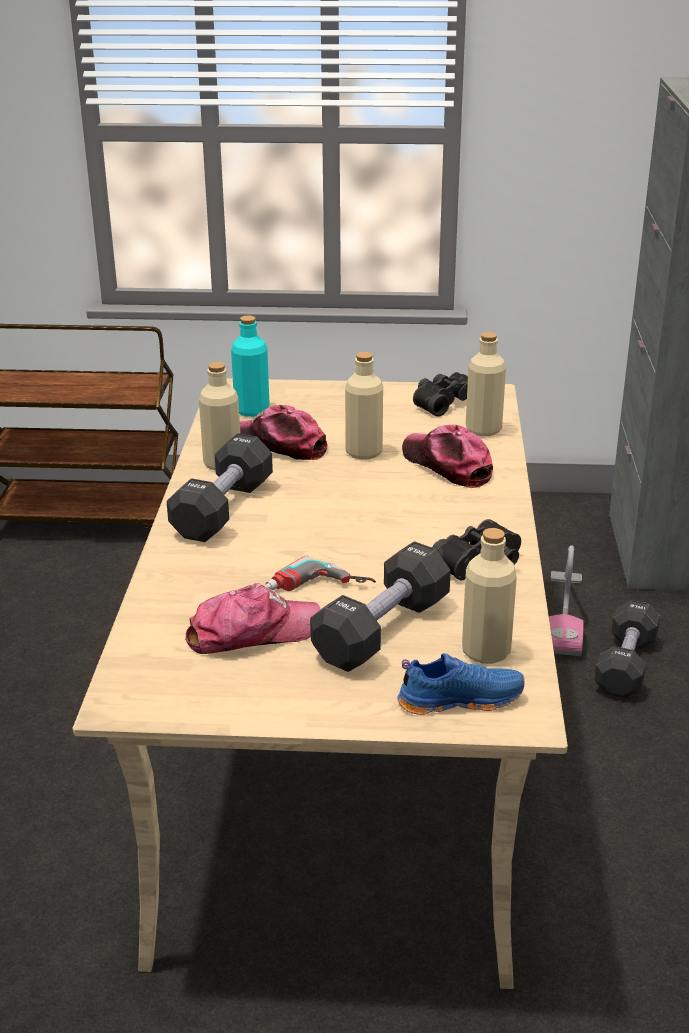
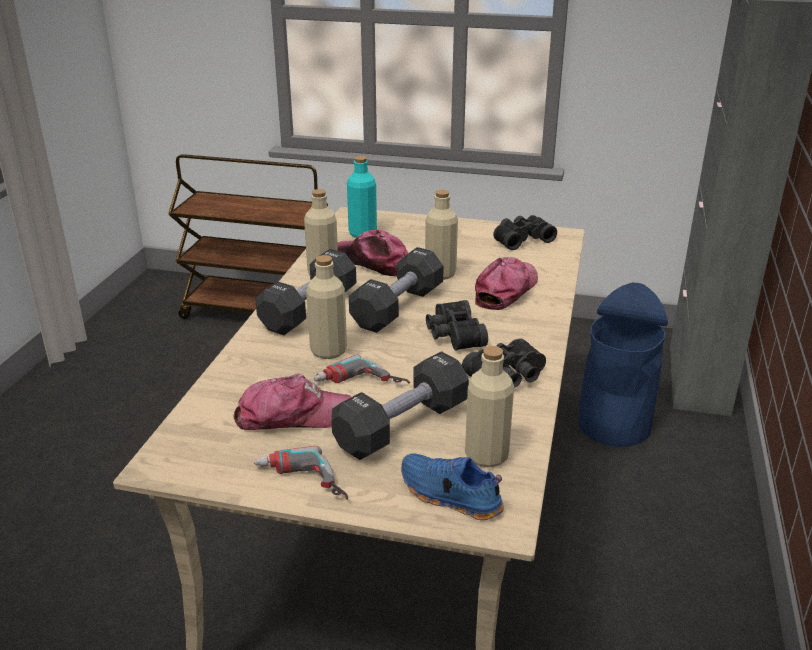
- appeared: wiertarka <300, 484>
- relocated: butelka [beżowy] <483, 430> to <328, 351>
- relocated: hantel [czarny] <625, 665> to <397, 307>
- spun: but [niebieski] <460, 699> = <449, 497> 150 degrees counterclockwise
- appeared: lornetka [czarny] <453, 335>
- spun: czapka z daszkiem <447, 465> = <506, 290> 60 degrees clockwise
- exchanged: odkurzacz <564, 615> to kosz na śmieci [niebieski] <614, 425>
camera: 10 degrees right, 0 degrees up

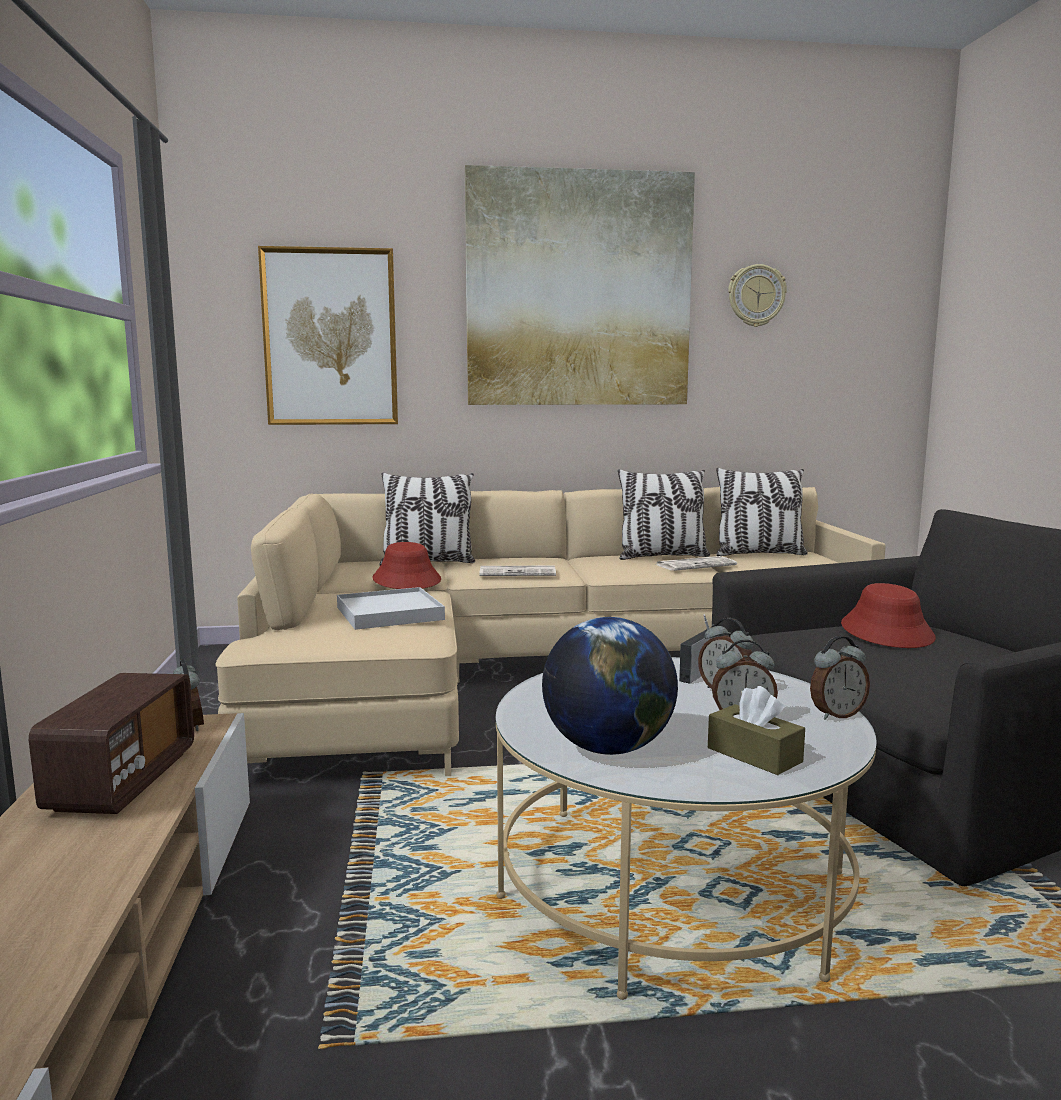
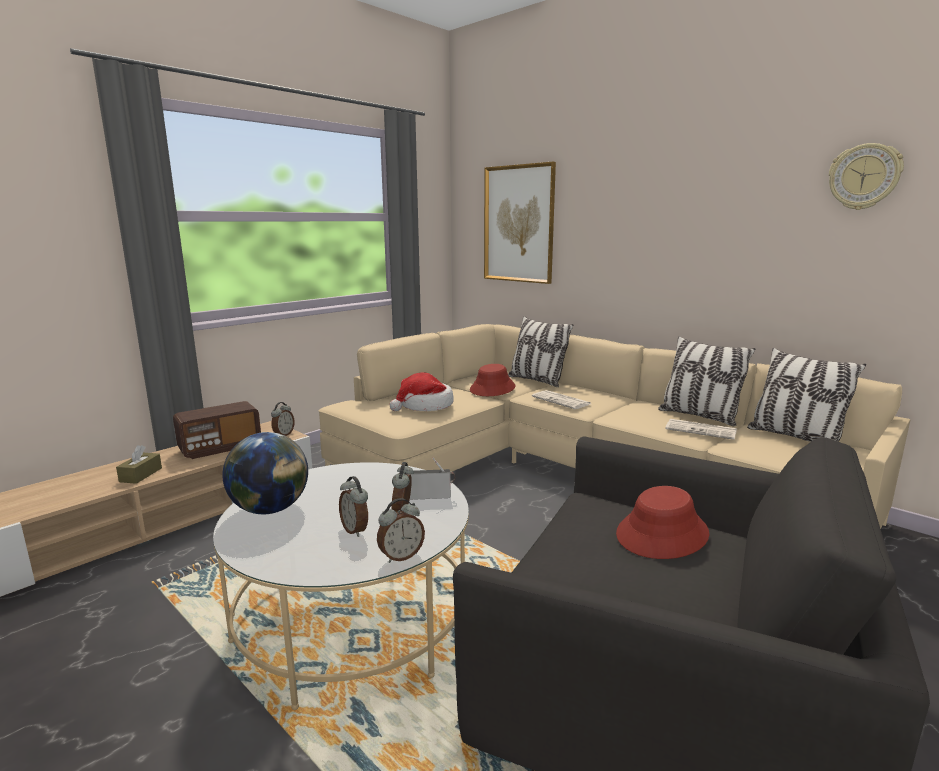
- relocated: pudełko chusteczek [brązowy] <754, 755> to <141, 475>
- spun: budzik <836, 715> = <401, 556> 60 degrees counterclockwise
- exchanged: taca [biały] <390, 613> to kapelusz <425, 406>
- missing: obraz <578, 290>
camera: 50 degrees right, 5 degrees up

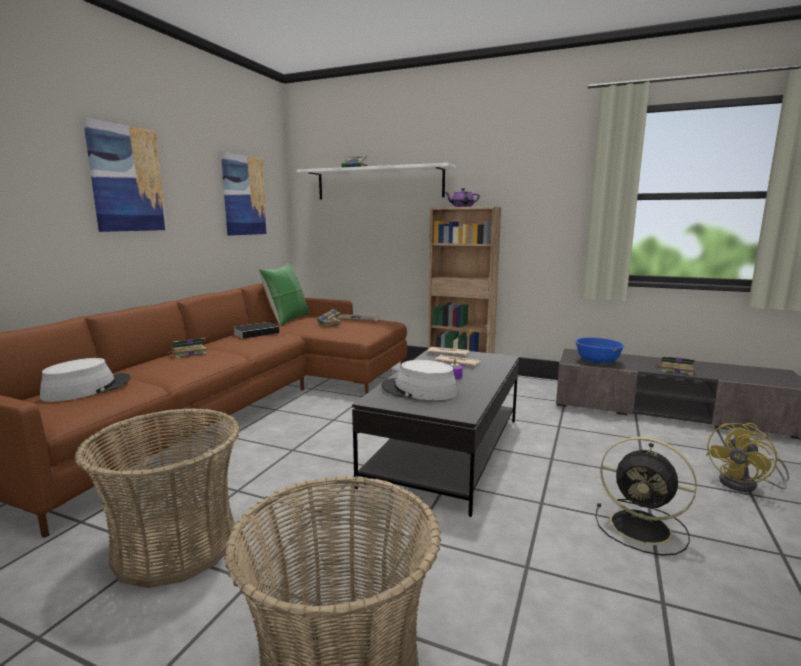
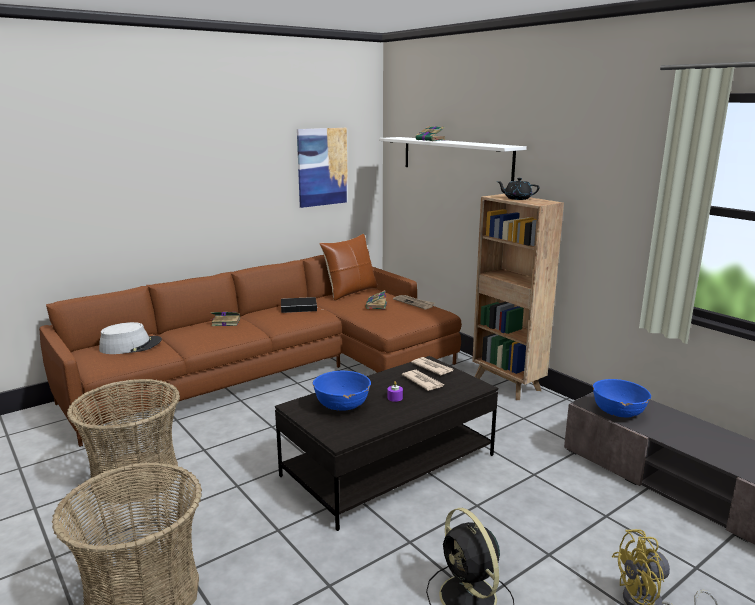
- exchanged: kapelusz [szary] <419, 390> to miska [niebieski] <342, 405>
- colour: poduszka [zielony] <287, 319> to poduszka [brązowy] <350, 292>
- colour: imbryk [fioletowy] <462, 206> to imbryk [czarny] <517, 198>
- missing: obraz <127, 179>
- missing: książka <675, 370>
camera: 30 degrees right, 5 degrees up

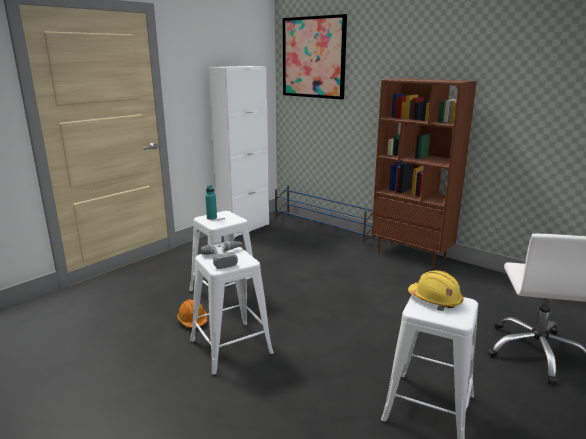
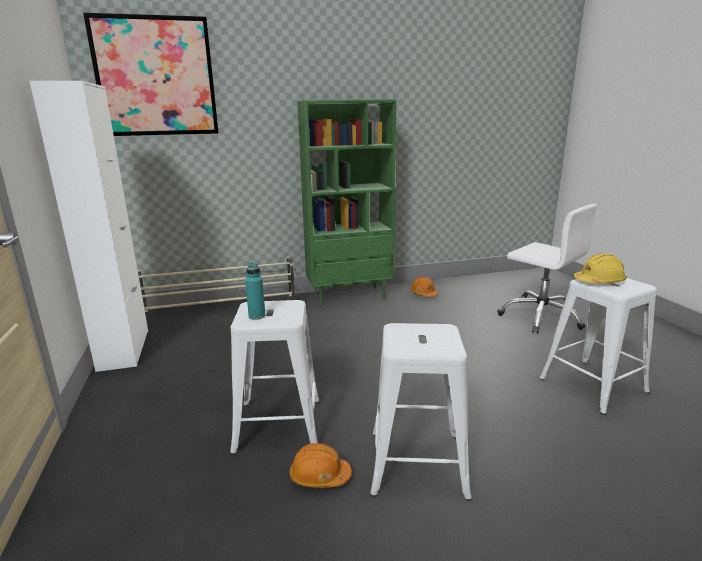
- colour: regał na buty [niebieski] <322, 228> to regał na buty [beżowy] <221, 308>
- colour: regał [brązowy] <412, 256> to regał [zielony] <349, 295>
- appeared: kask [pomarańczowy] <423, 294>
- missing: wiertarka <227, 258>
camera: 55 degrees left, 0 degrees up

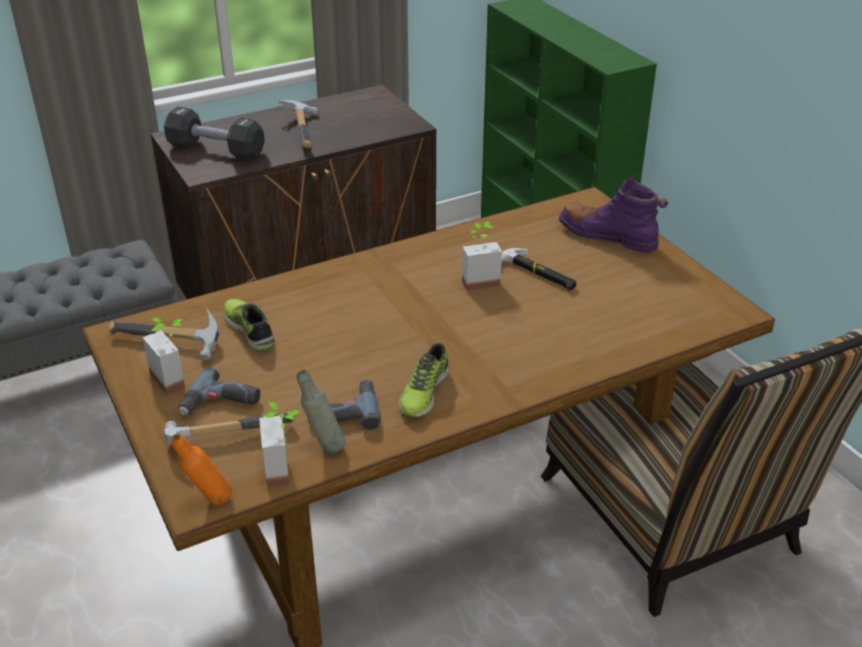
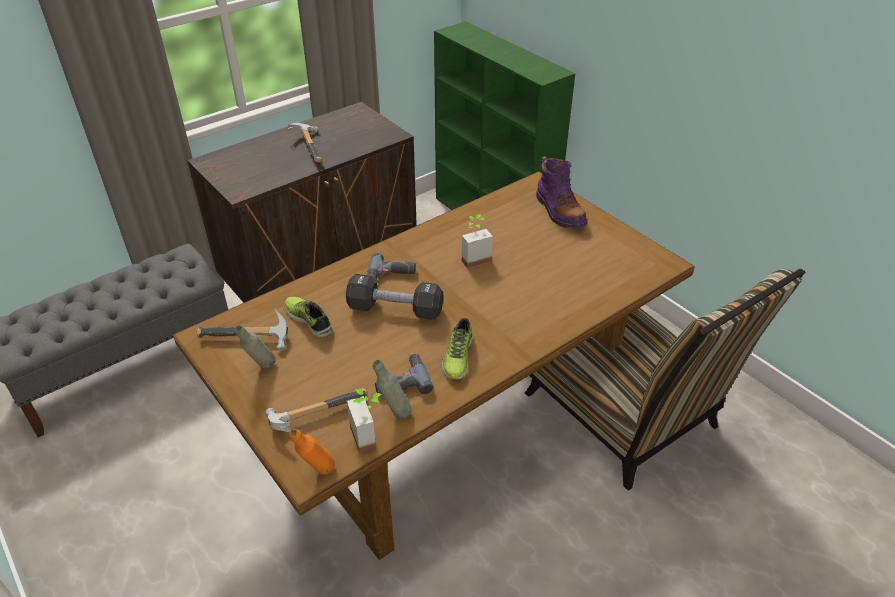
- exchanged: roślina doniczkowa <175, 377> to butelka [szary] <261, 369>
- relocated: hantel [czarny] <216, 150> to <395, 309>
- relocated: wiertarka <221, 404> to <390, 276>
- spun: but z cholewką [fioletowy] <608, 236> = <559, 211> 135 degrees counterclockwise
- missing: młotek <536, 274>
camera: 10 degrees left, 5 degrees up

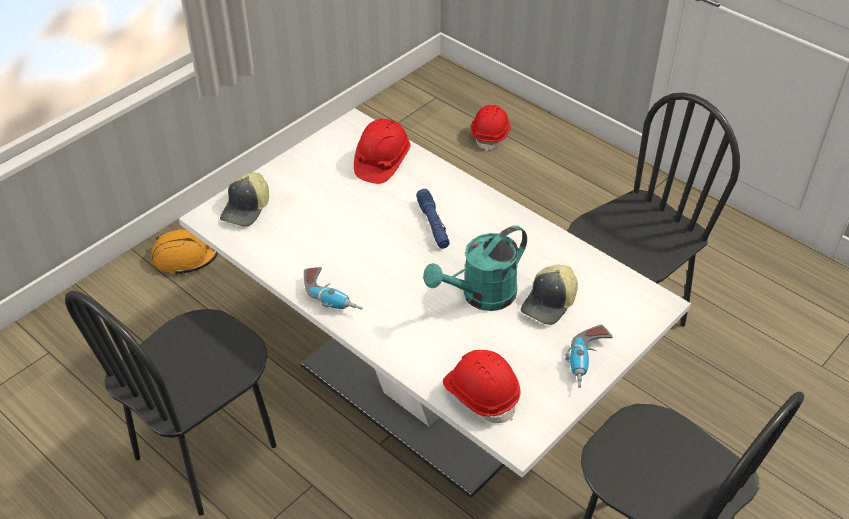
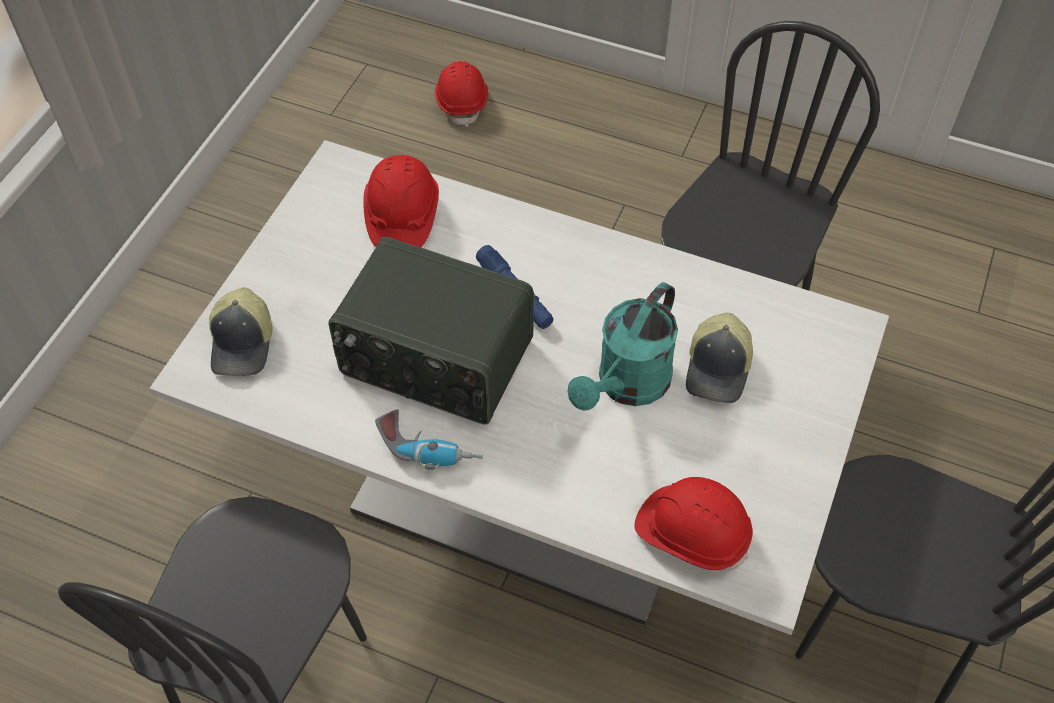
- appeared: radio <435, 359>
- missing: kask [pomarańczowy] <185, 258>
- missing: wiertarka <588, 362>
camera: 20 degrees left, 10 degrees up

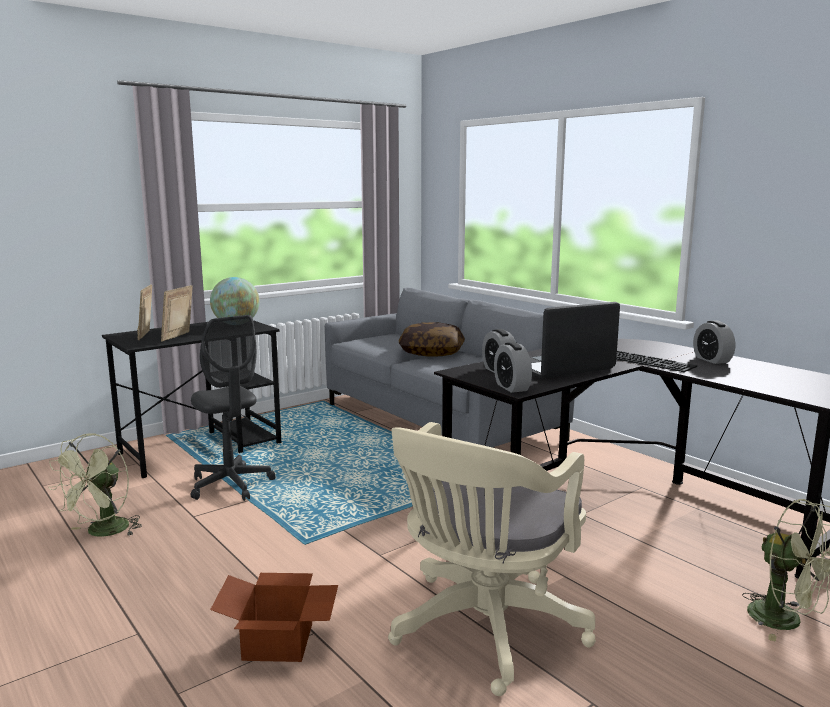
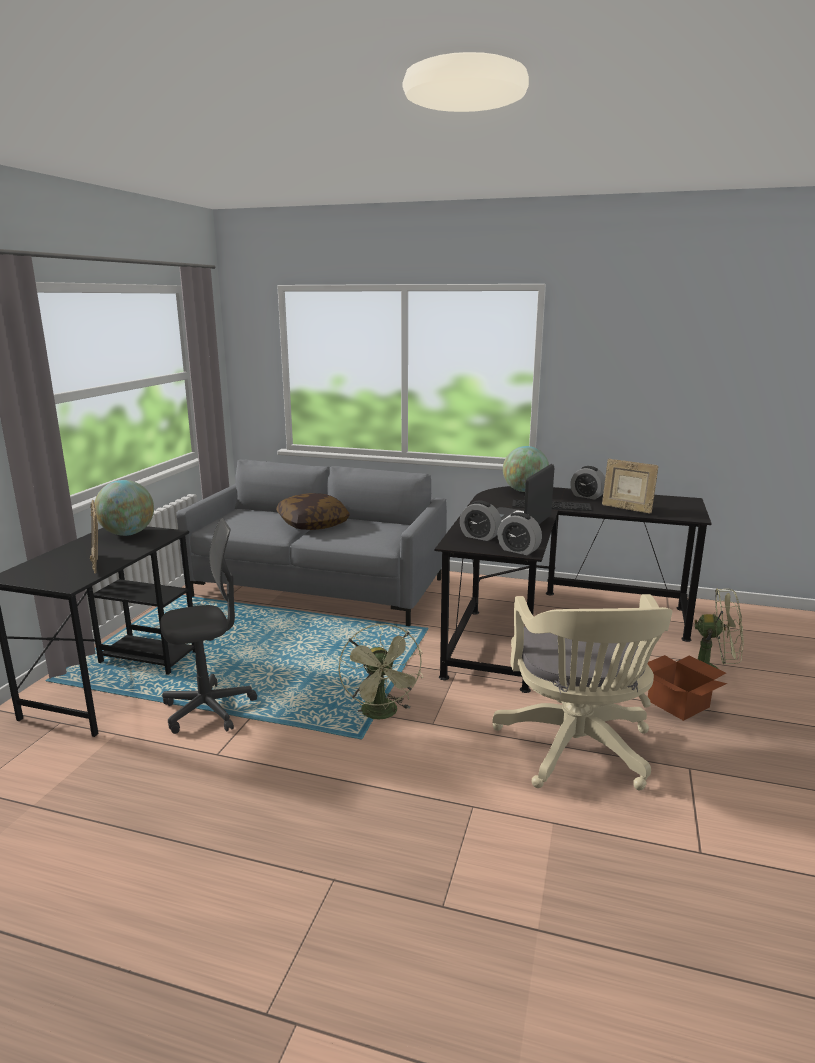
- spun: krzesło biurowe [szary] <231, 485> = <208, 710> 45 degrees counterclockwise
- relocated: wentylator [zielony] <103, 533> to <382, 714>
- appeared: globus <524, 491>
- relocated: ramka na zdjęcie <147, 336> to <626, 509>
- relocated: karton <280, 642> to <679, 704>
camera: 35 degrees left, 5 degrees up

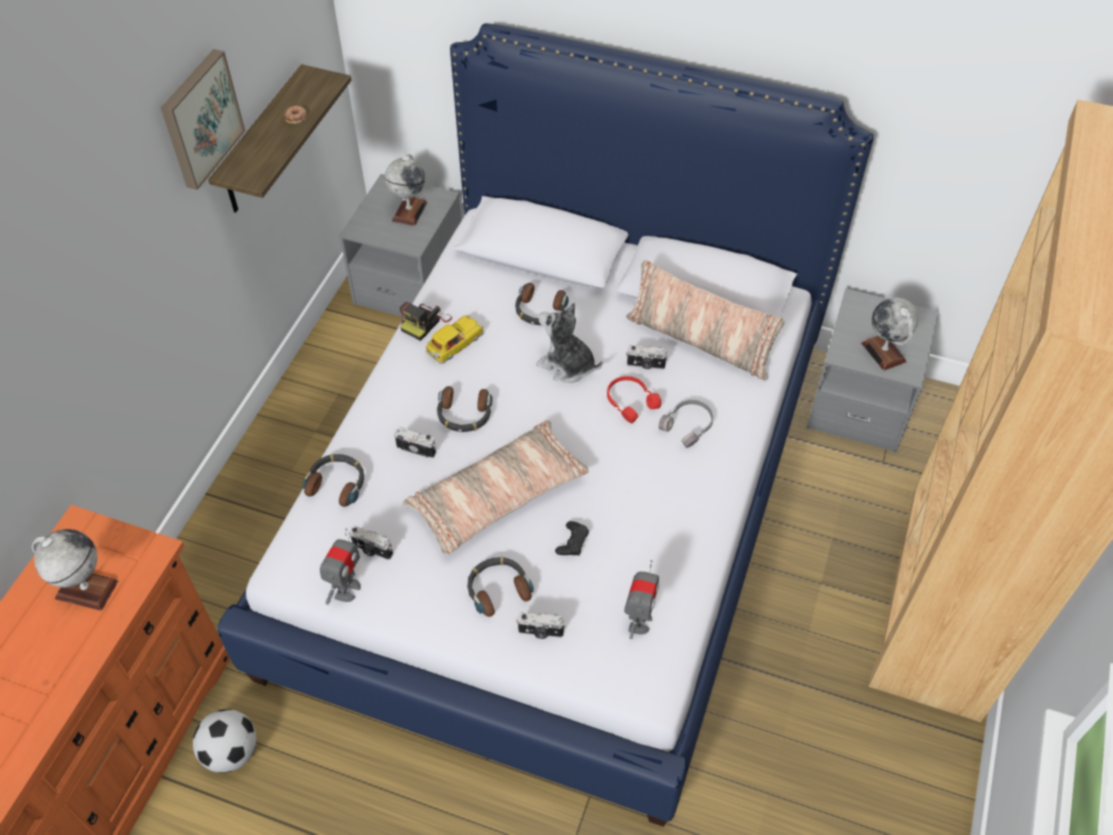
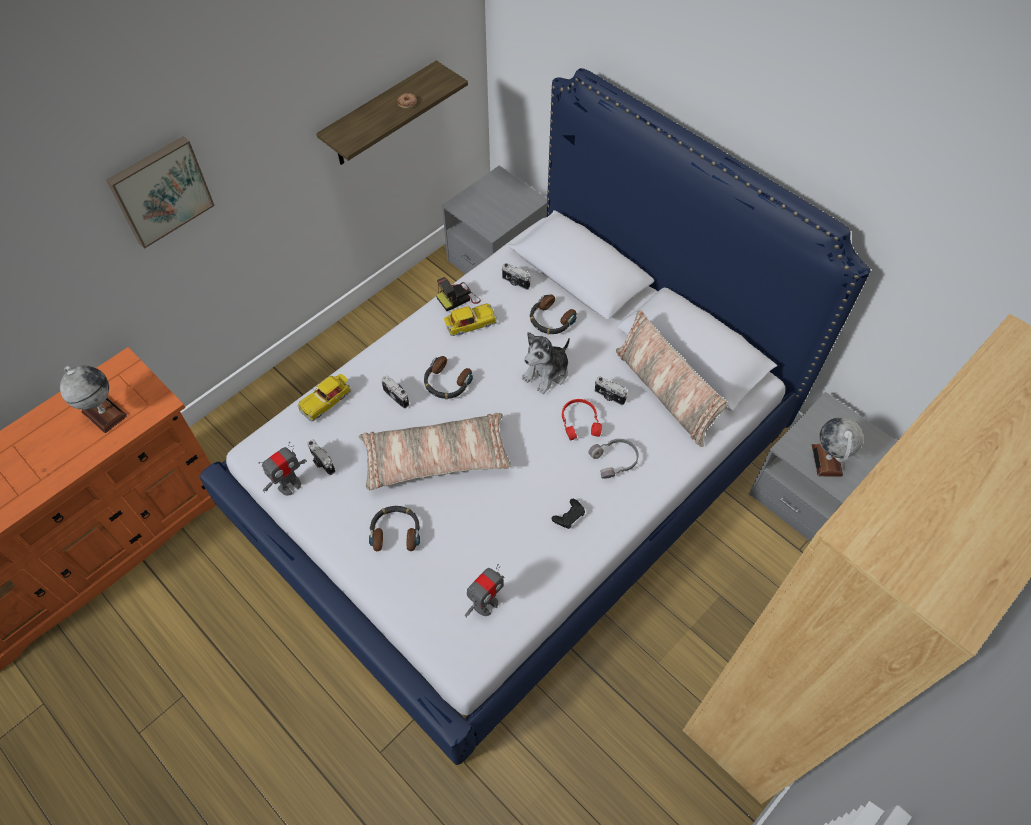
- relocated: obraz <199, 118> to <160, 190>
- exchanged: słuchawki <337, 483> to samochodzik <326, 401>
- relocated: aparat fotograficzny <540, 632> to <515, 282>
- spun: pluszak <567, 365> = <547, 373> 105 degrees counterclockwise
- relocated: pad do gier [czarny] <572, 542> to <569, 516>
- missing: piłka futbolowa <231, 752>
- missing: globus <409, 211>
camera: 25 degrees right, 5 degrees up

